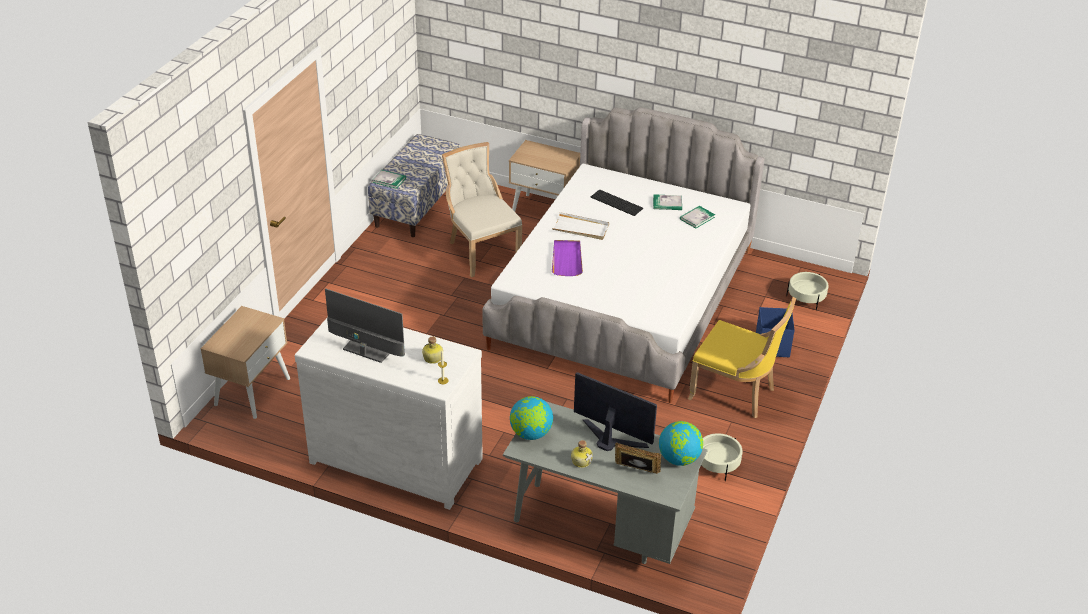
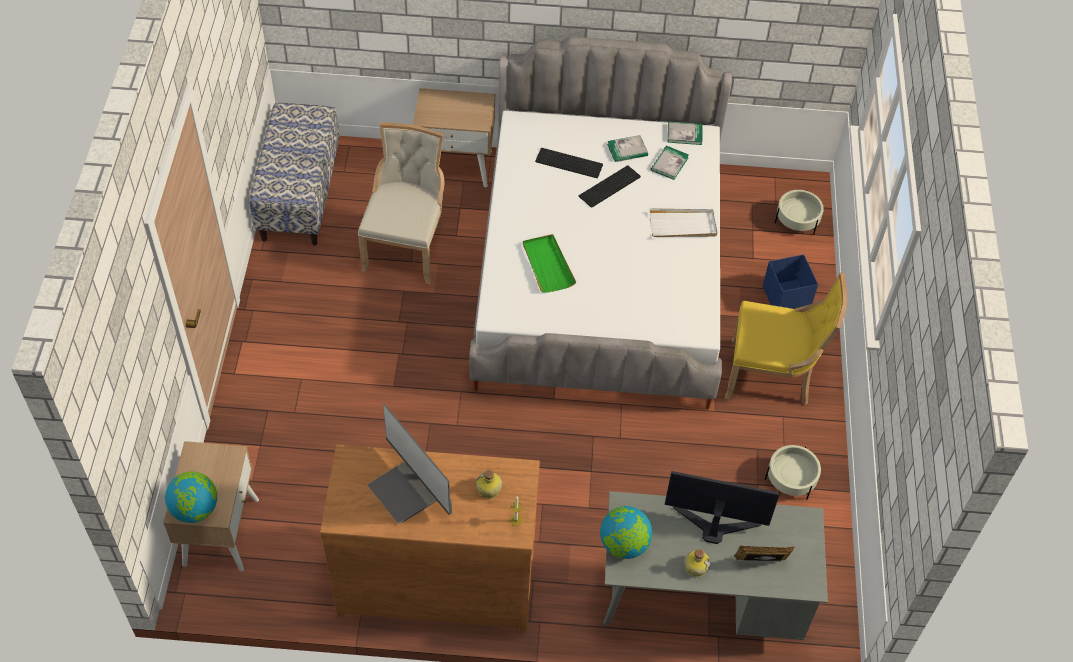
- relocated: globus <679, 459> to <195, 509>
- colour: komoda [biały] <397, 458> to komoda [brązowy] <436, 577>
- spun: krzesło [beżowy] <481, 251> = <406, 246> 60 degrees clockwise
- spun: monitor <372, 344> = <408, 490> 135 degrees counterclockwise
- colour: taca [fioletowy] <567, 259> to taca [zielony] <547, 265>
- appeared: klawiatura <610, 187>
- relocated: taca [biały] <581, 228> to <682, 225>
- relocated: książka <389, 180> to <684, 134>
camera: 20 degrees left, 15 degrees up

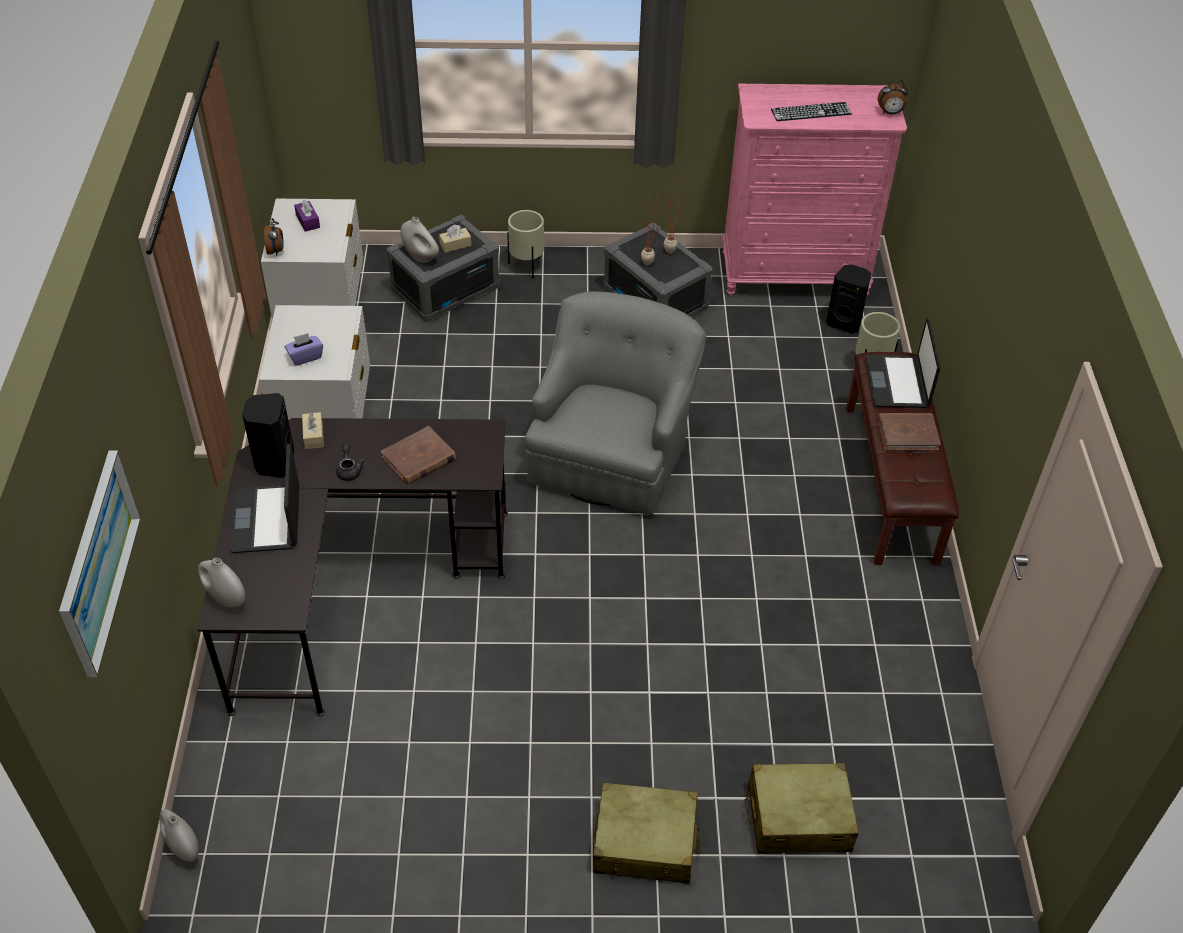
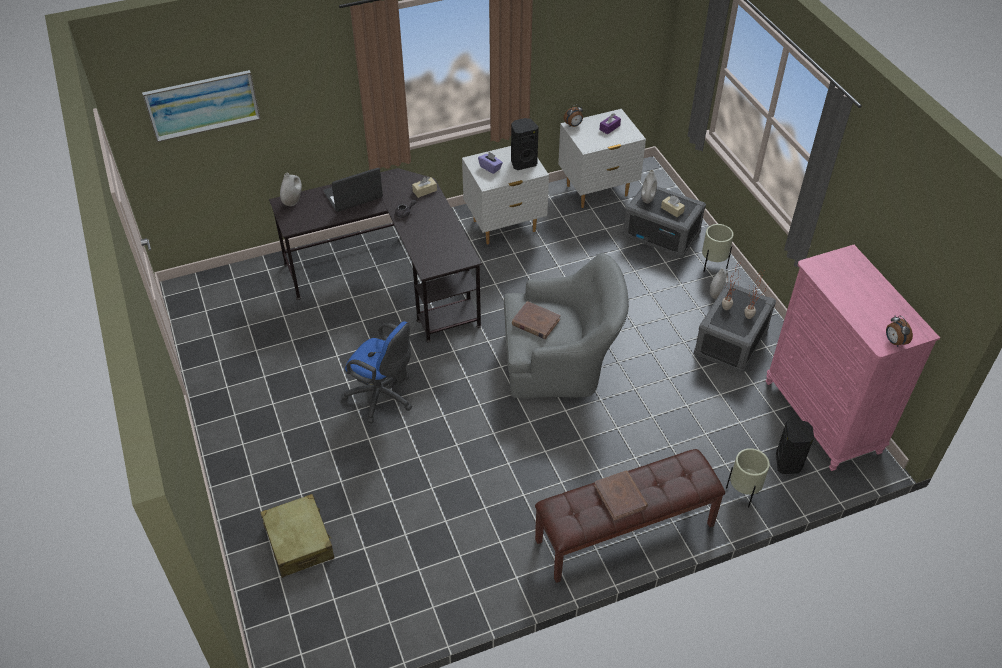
- appeared: krzesło biurowe [niebieski] <383, 397>
- relocated: głośnik [czarny] <274, 463> to <523, 163>
- relocated: książka [brązowy] <419, 458> to <535, 322>
- relocated: wazon [biały] <183, 847> to <717, 294>
- missing: walizka [beżowy] <645, 842>
- missing: klawiatura <811, 112>
- missing: laptop <897, 383>
camera: 70 degrees right, 0 degrees up

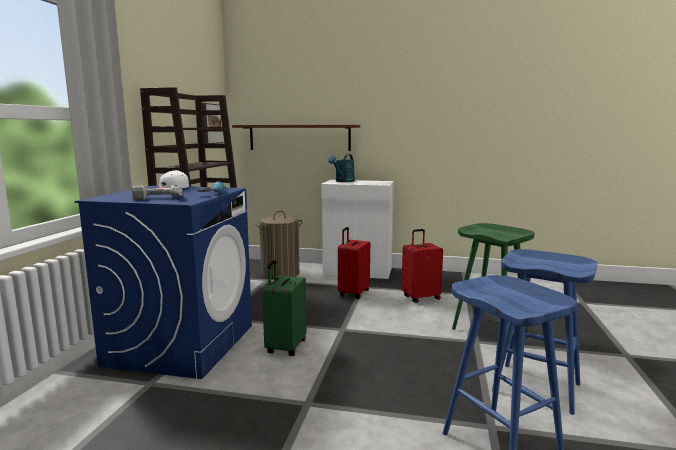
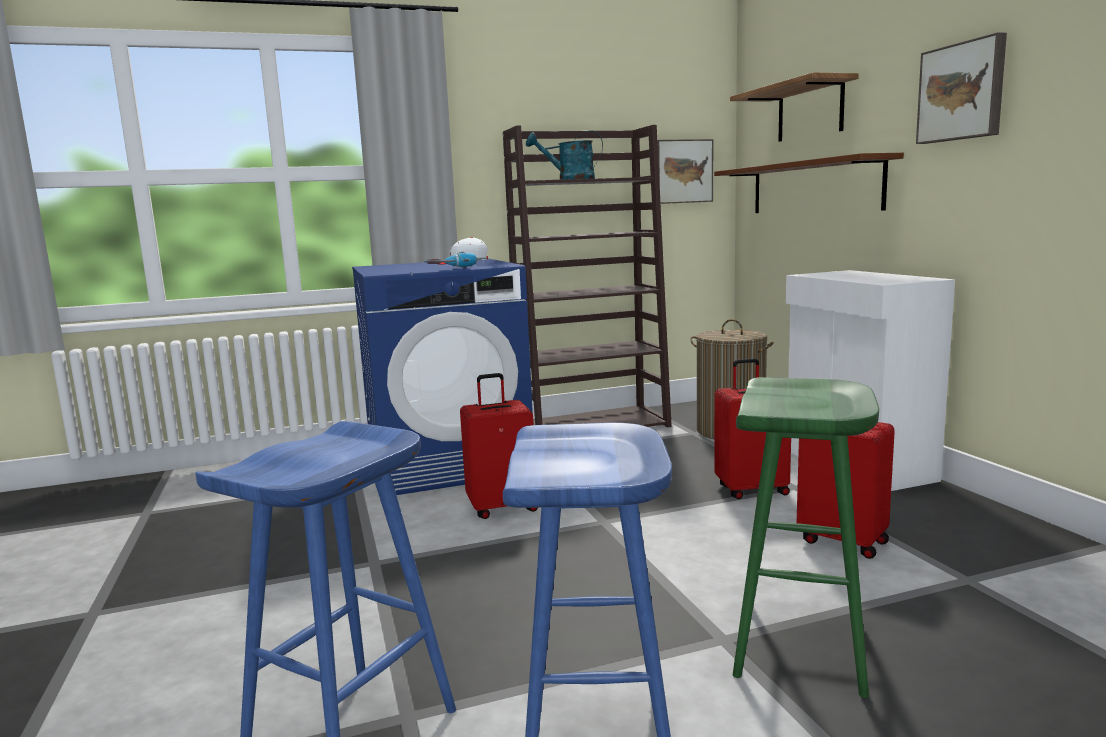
- colour: walizka [zielony] <285, 347> to walizka [czerwony] <502, 507>
- relocated: konewka [turkusowy] <343, 181> to <569, 180>
- appeared: półka <810, 111>
- appeared: obraz <962, 92>
- missing: wiertarka <159, 199>
camera: 60 degrees right, 0 degrees up

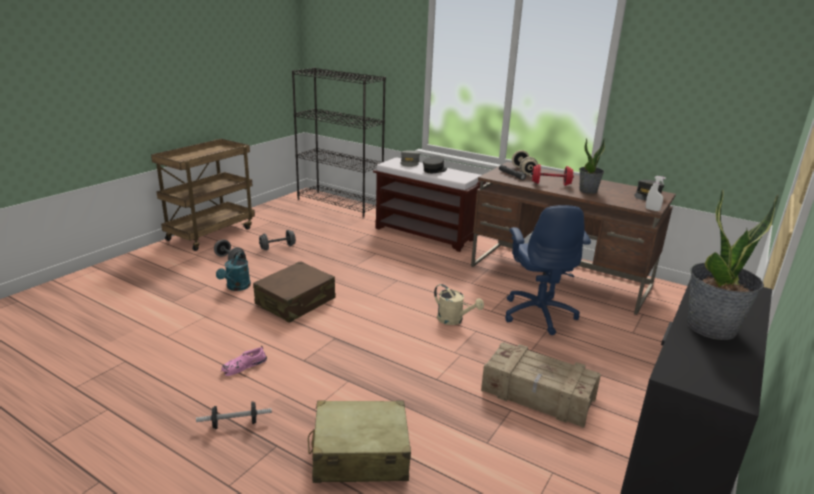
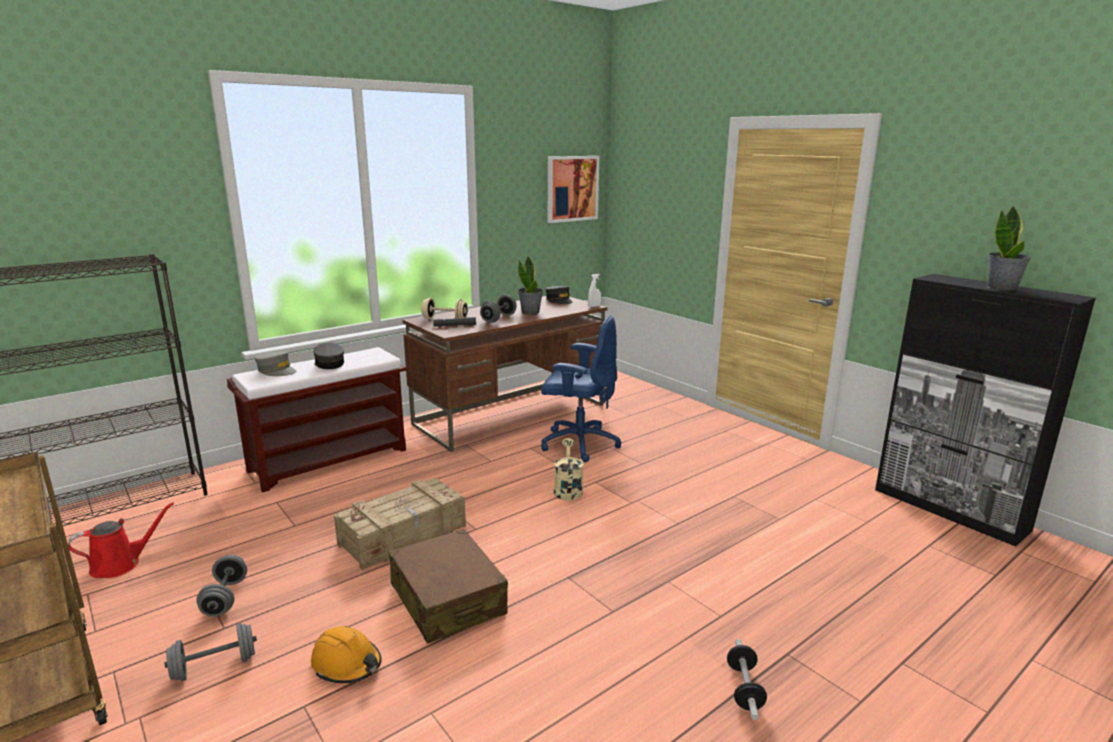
- appeared: konewka [czerwony] <120, 564>
- exchanged: konewka [turkusowy] <236, 287> to kask [pomarańczowy] <347, 664>
- relocated: skrzynka <538, 395> to <404, 535>
- colour: hantel [czerwony] <550, 184> to hantel [szary] <498, 319>
- appeared: obraz <572, 188>
- spun: konewka [beżowy] <454, 320> = <567, 489> 60 degrees counterclockwise
- missing: but [różowy] <243, 366>
- missing: walizka [beżowy] <360, 454>
camera: 70 degrees left, 5 degrees down

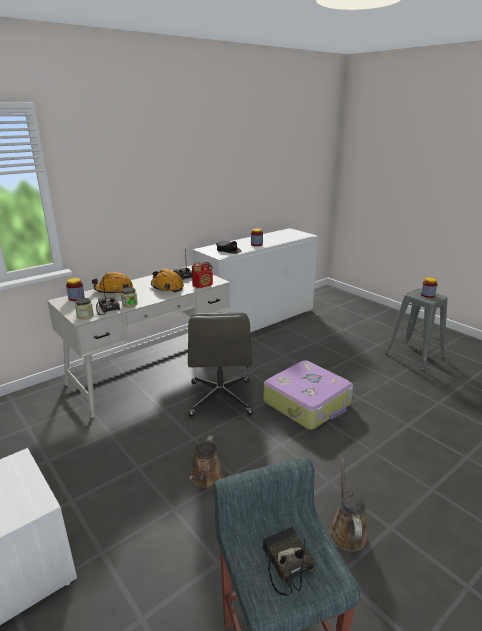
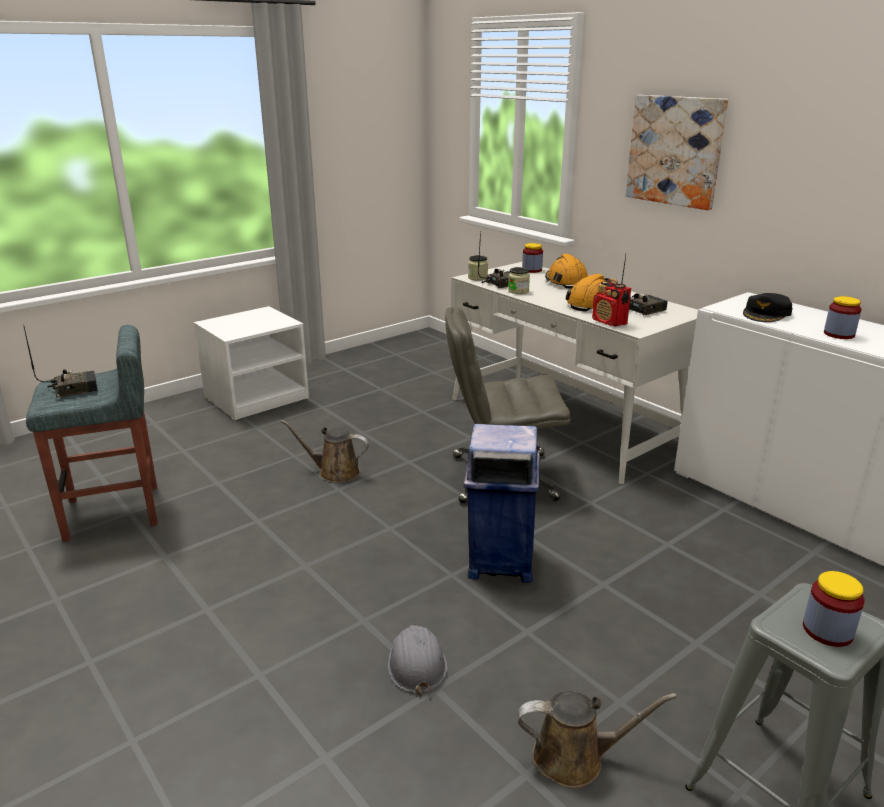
- appeared: kask [szary] <416, 664>
- exchanged: walizka <308, 403> to kosz na śmieci [niebieski] <499, 561>
- relocated: konewka [brązowy] <346, 530> to <575, 758>
- appeared: obraz <675, 151>
camera: 90 degrees right, 0 degrees up

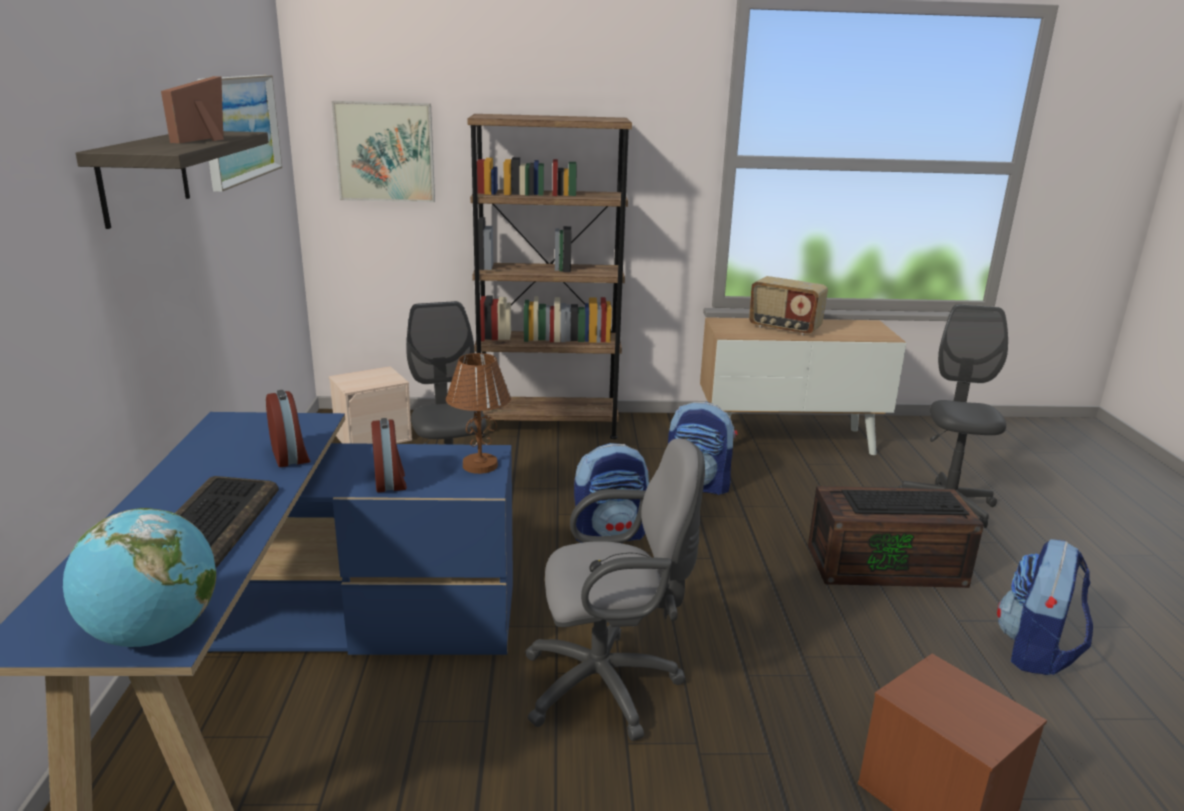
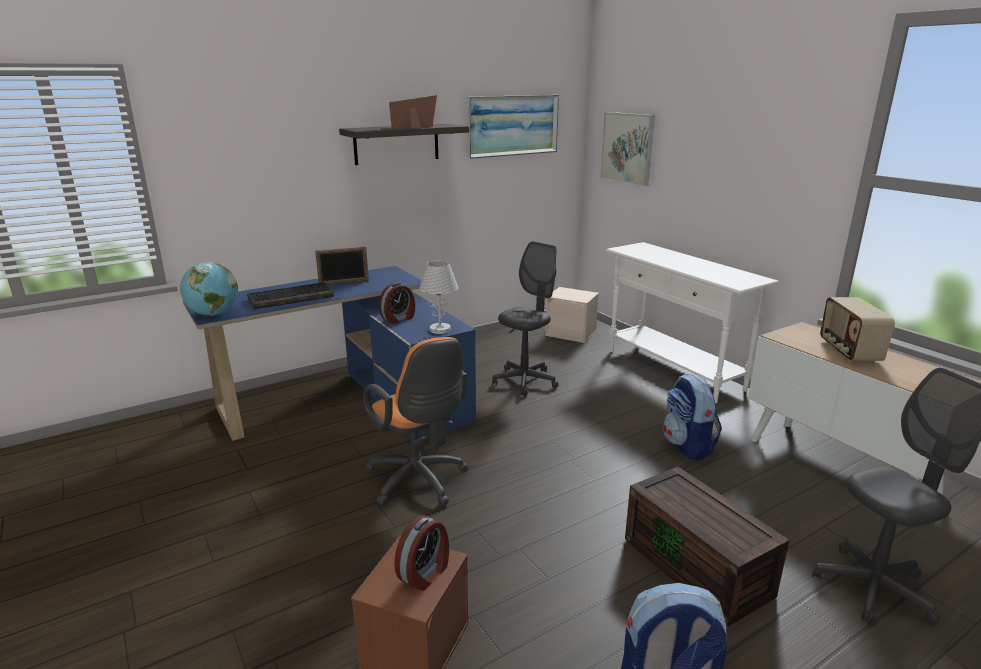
- appeared: ramka na zdjęcie <344, 283>
- colour: krzesło biurowe [szary] <609, 685> to krzesło biurowe [pomarańczowy] <419, 482>
- relocated: budzik <291, 455> to <425, 573>
- colour: lampa stołowa [brązowy] <480, 465> to lampa stołowa [biały] <440, 329>
- exchanged: regał [brązowy] <547, 425> to stolik konsolowy [biały] <673, 370>
- missing: plecak <610, 535>
- missing: klawiatura <904, 502>
camera: 60 degrees right, 0 degrees up

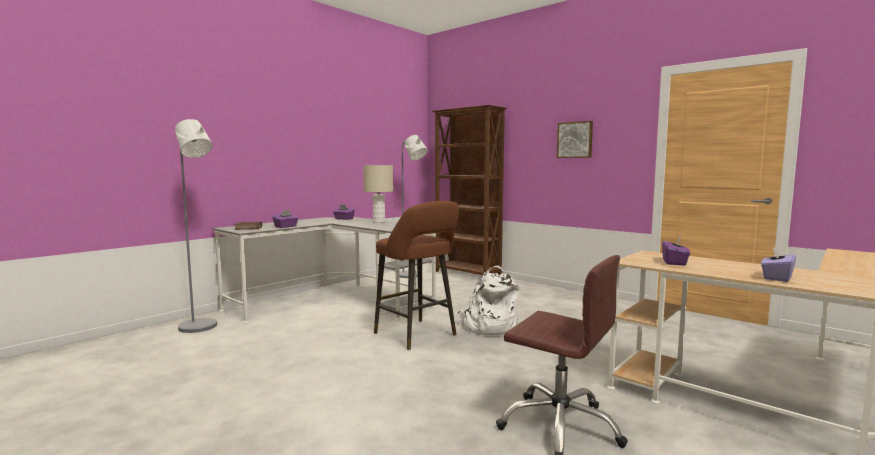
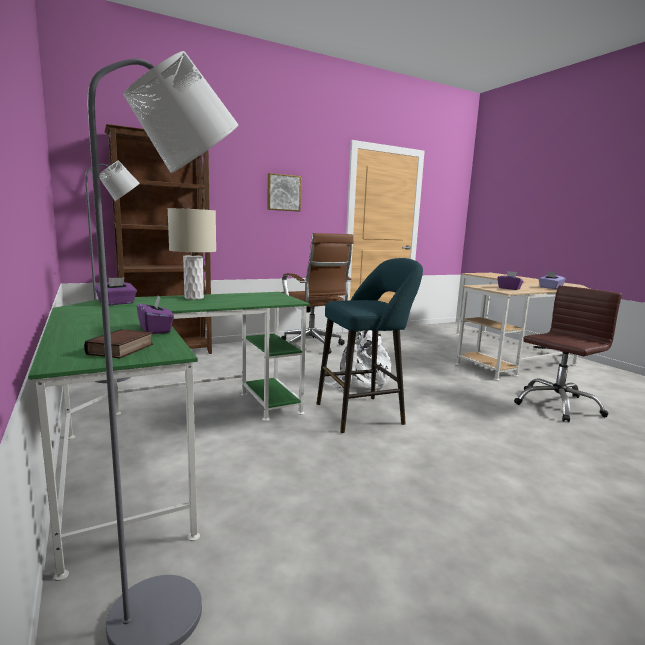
- colour: biurko [szary] <333, 302> to biurko [zielony] <173, 441>
- appeared: krzesło biurowe [brązowy] <312, 346>
- colour: stołek [brązowy] <418, 335> to stołek [turkusowy] <364, 413>
camera: 70 degrees left, 5 degrees up

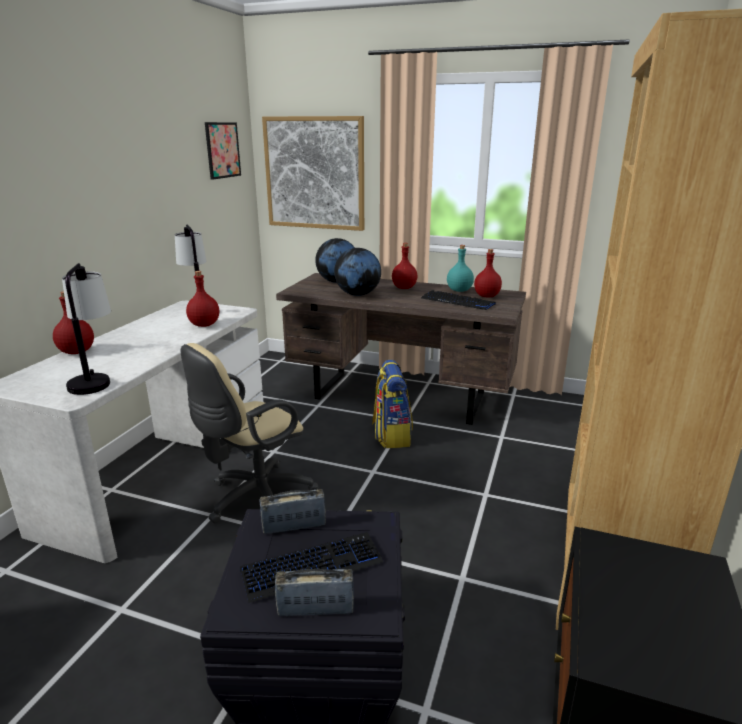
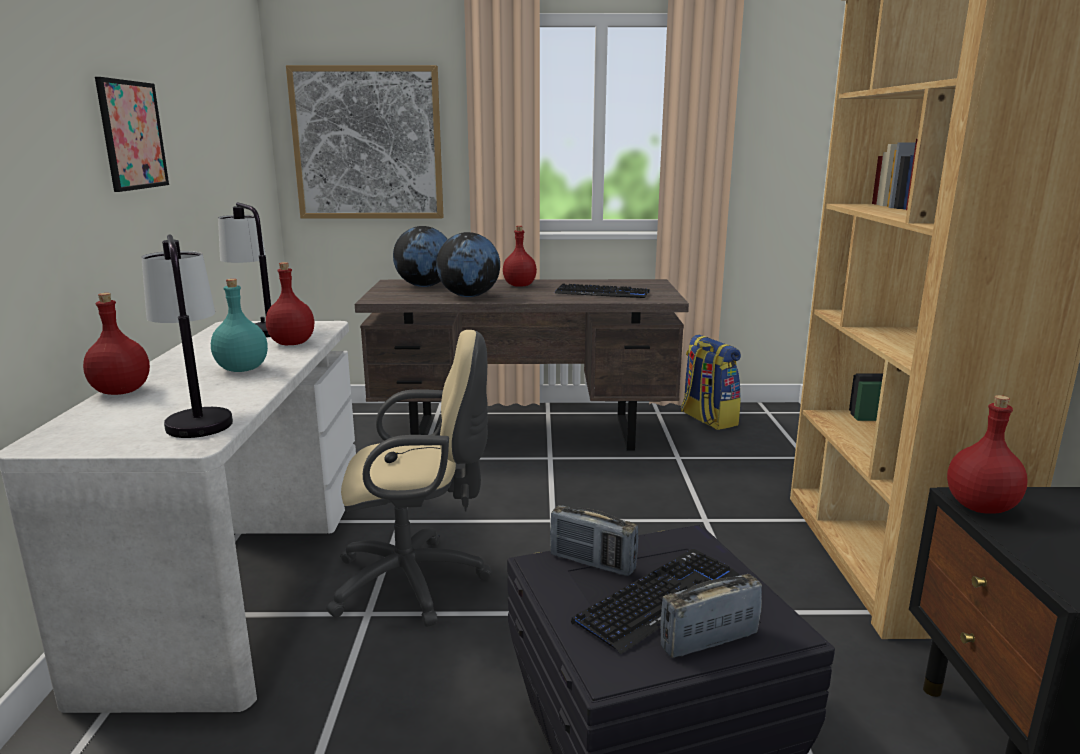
- relocated: obraz <222, 150> to <132, 135>
- relocated: butelka [turkusowy] <459, 290> to <243, 369>
- spun: krzesło biurowe [beżowy] <255, 499> = <417, 582> 120 degrees counterclockwise
- spun: radio <294, 526> = <592, 563> 120 degrees counterclockwise
- relocated: plecak <391, 435> to <707, 419>
- relocated: butelka [czerwony] <486, 296> to <979, 507>
camera: 20 degrees left, 5 degrees down

